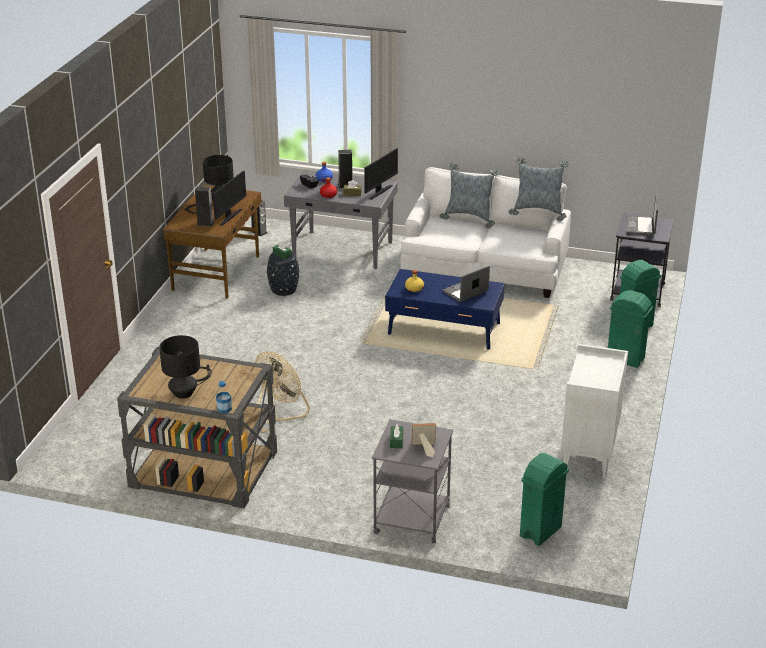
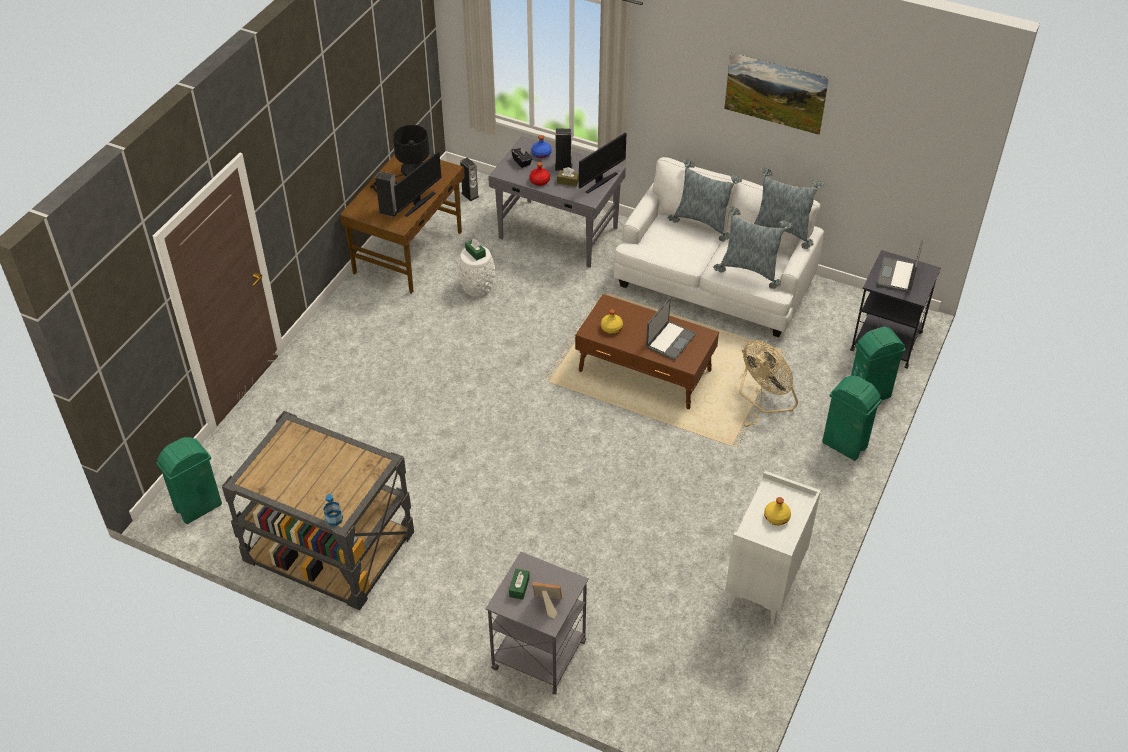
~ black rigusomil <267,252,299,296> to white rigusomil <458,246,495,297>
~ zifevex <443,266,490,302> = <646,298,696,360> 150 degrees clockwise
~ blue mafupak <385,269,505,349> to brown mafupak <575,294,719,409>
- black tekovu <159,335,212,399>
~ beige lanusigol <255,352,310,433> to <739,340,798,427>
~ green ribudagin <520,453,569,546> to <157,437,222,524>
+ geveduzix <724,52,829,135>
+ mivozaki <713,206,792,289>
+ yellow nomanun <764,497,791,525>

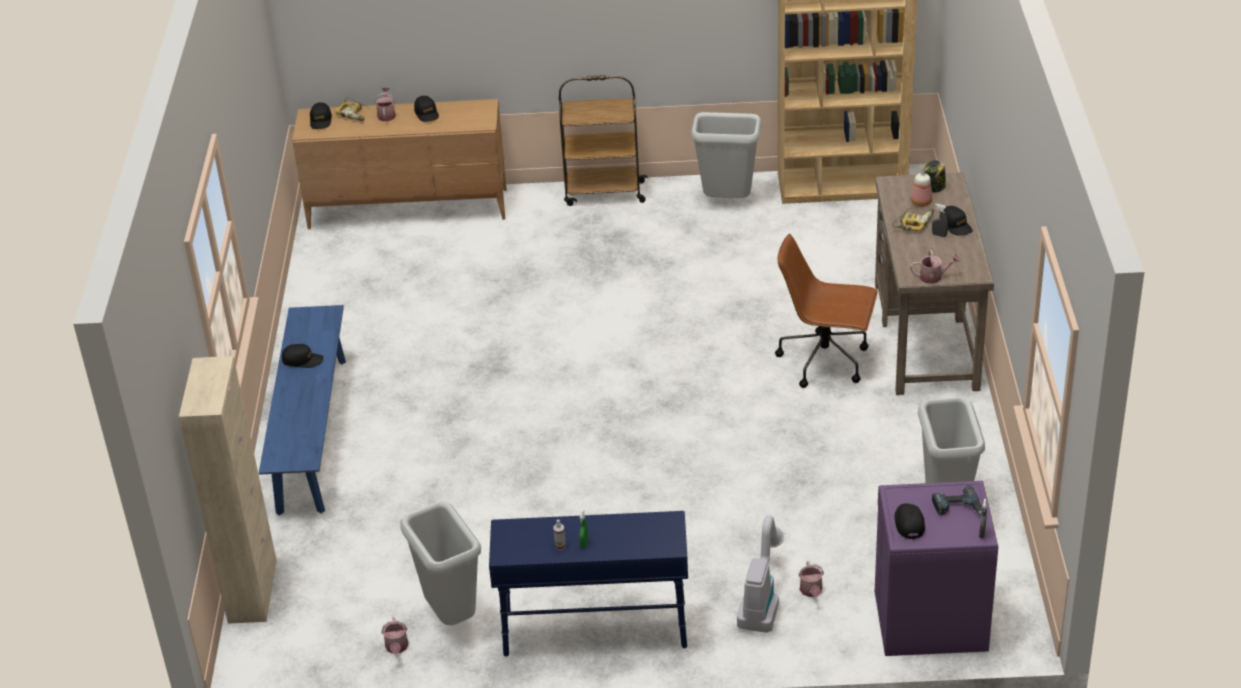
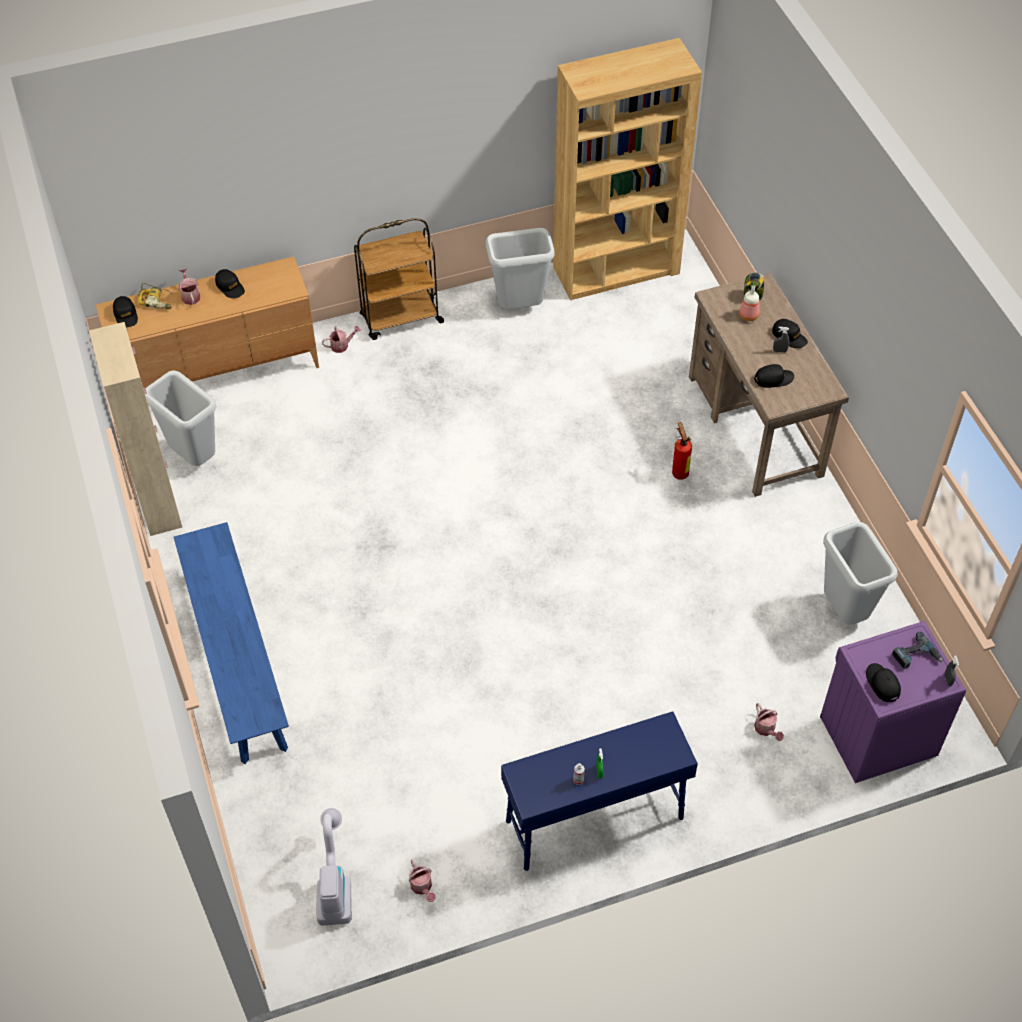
- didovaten <892,208,934,231>
~ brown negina <775,234,878,388> to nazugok <672,422,692,480>
~ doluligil <910,250,960,284> to <322,326,361,353>
~ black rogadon <282,344,324,368> to <754,364,794,388>
~ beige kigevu <179,356,277,624> to <89,322,182,536>
~ grey ribudagin <400,502,481,625> to <145,370,217,466>
~ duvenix <737,515,784,633> to <316,808,352,926>

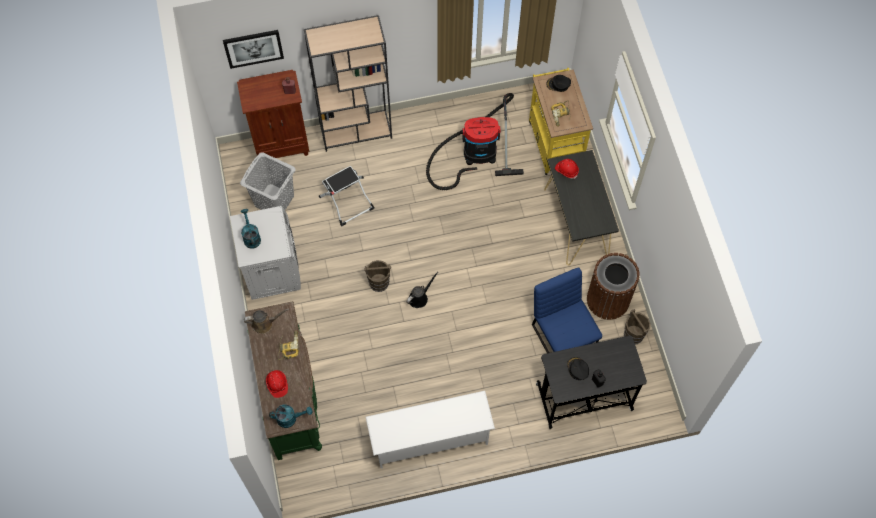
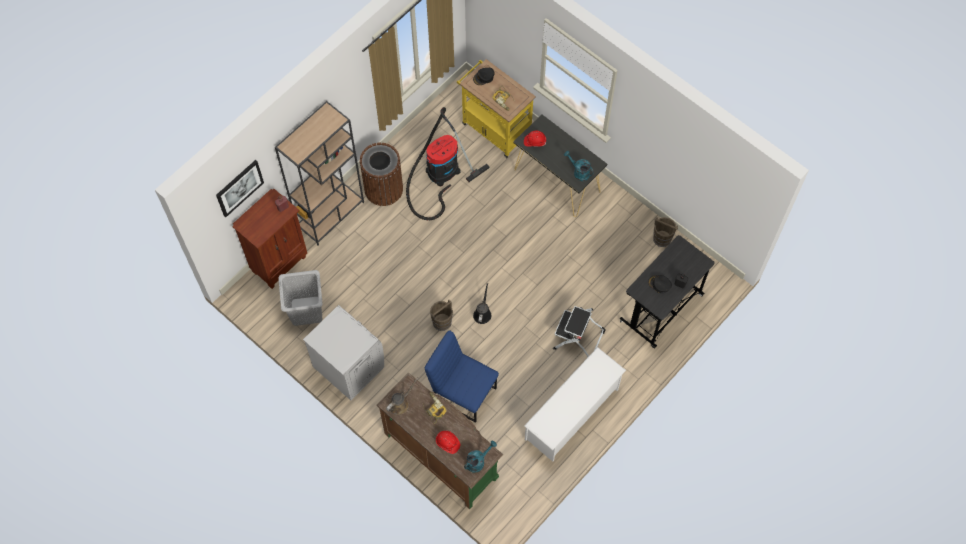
~ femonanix <319,166,375,227> to <553,306,606,357>
~ turquoise doluligil <241,209,261,249> to <564,151,594,181>
~ brown ribudagin <587,253,640,320> to <360,142,403,206>
~ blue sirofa <532,268,602,353> to <425,330,499,423>

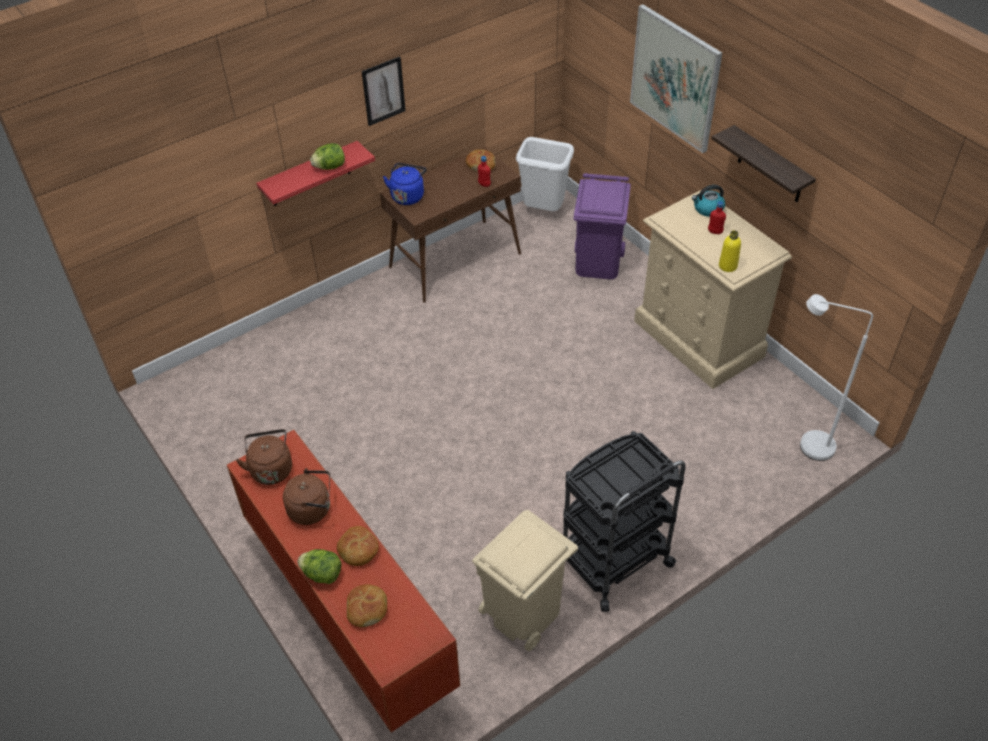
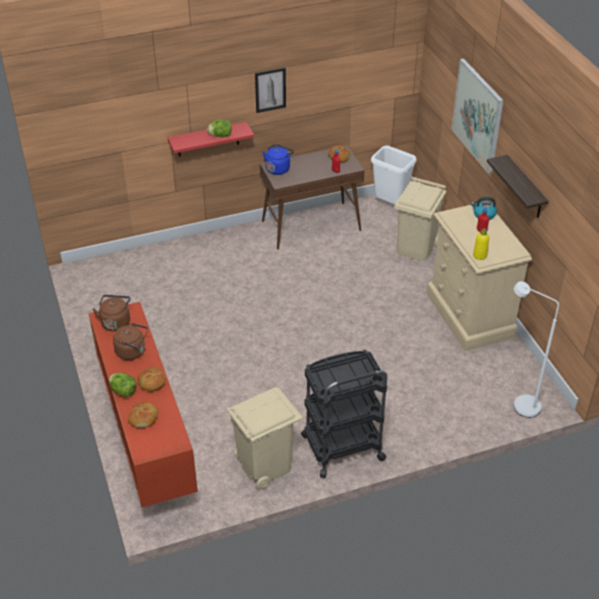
~ purple ribudagin <574,173,631,279> to beige ribudagin <394,177,446,261>

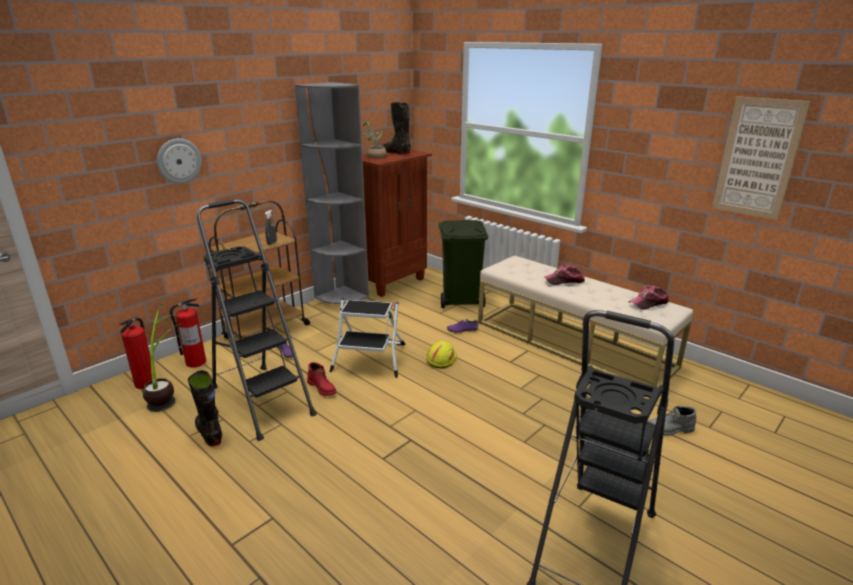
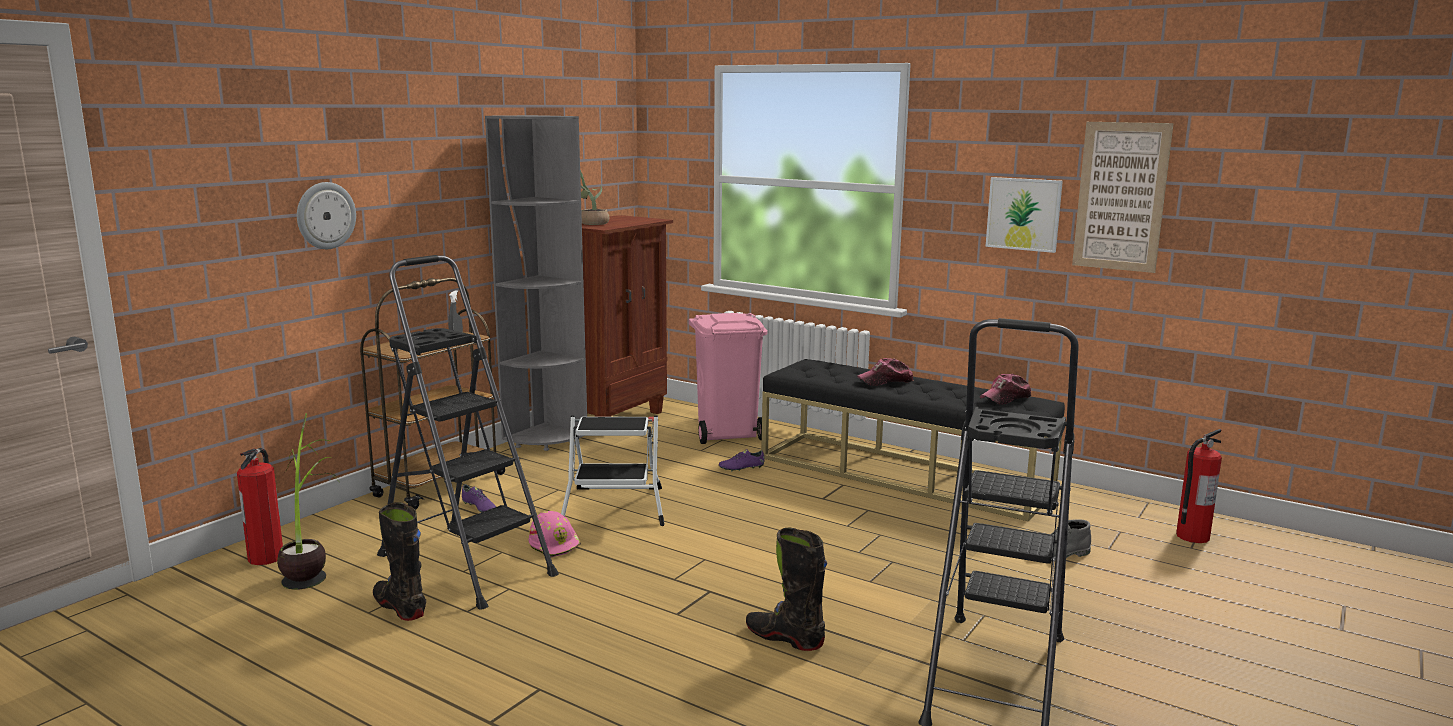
~ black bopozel <383,102,411,155> to <746,528,827,651>
~ green ribudagin <439,220,488,308> to pink ribudagin <689,313,768,444>
~ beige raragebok <478,255,693,387> to black raragebok <761,359,1065,521>
~ nazugok <170,298,206,367> to <1176,429,1222,543>
- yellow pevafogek <426,341,457,368>
~ red bopozel <307,362,336,396> to pink pevafogek <528,511,581,558>
+ geveduzix <985,177,1063,253>

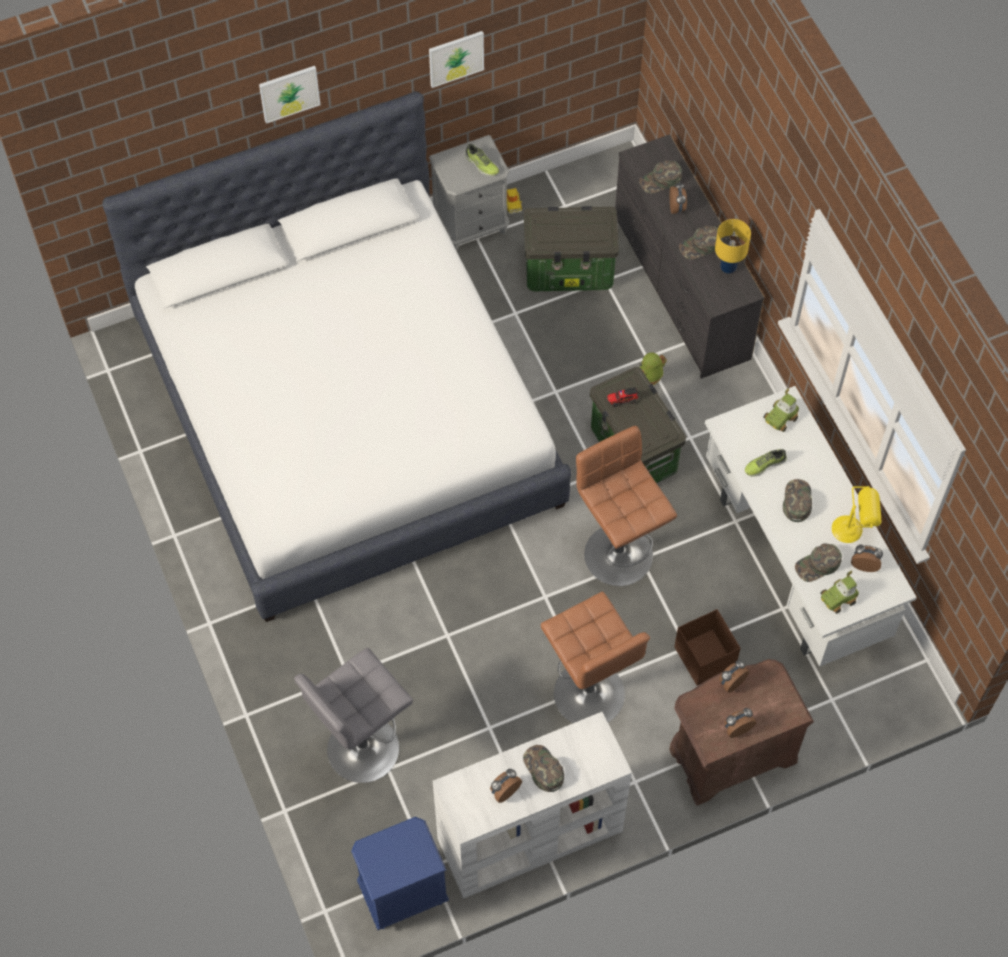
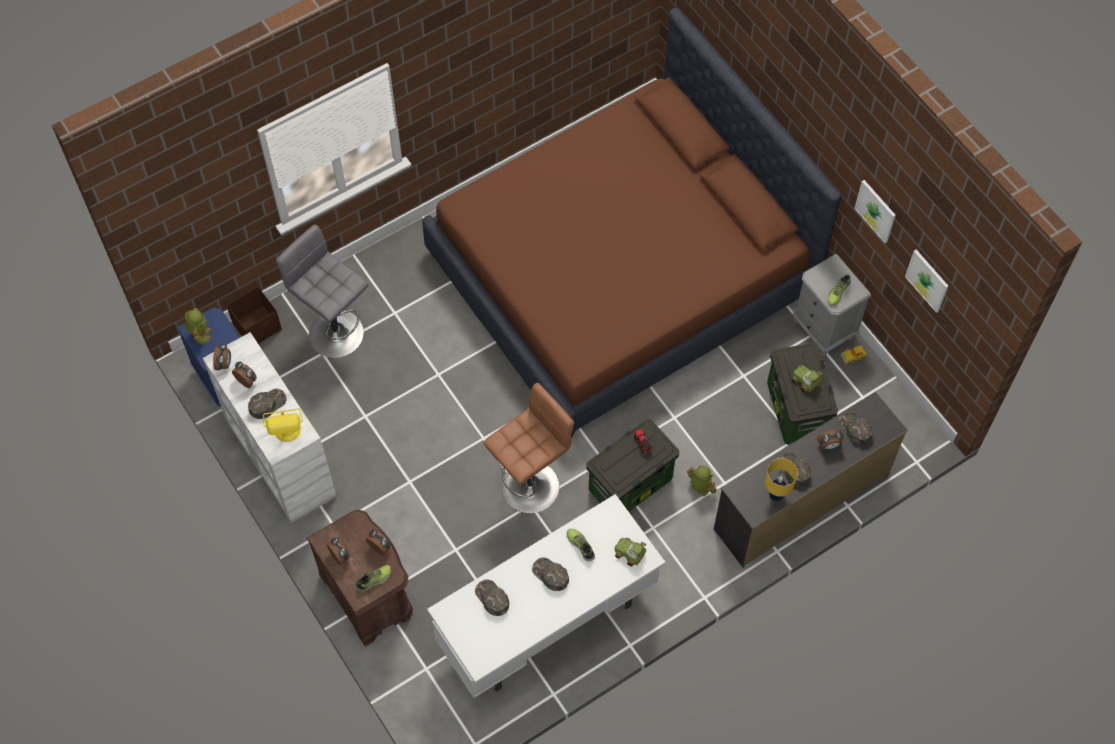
~ geveduzix <259,66,321,124> to <905,250,948,313>
~ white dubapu <102,91,571,622> to brown dubapu <422,8,842,438>
~ green rogadon <783,479,812,522> = <532,557,569,591> 135 degrees counterclockwise
~ yellow tekovu <832,486,881,543> to <263,408,303,442>
~ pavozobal <851,544,883,572> to <213,343,231,370>
~ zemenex <820,570,859,614> to <792,365,822,393>
- brown rigusomil <541,592,650,723>
~ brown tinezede <674,609,741,685> to <227,286,282,344>
+ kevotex <185,308,212,346>
+ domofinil <355,565,391,592>

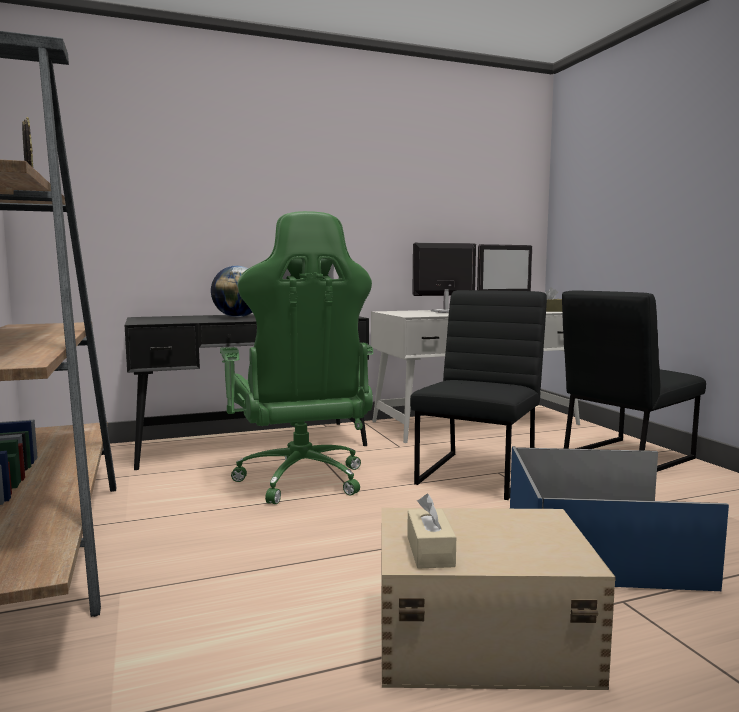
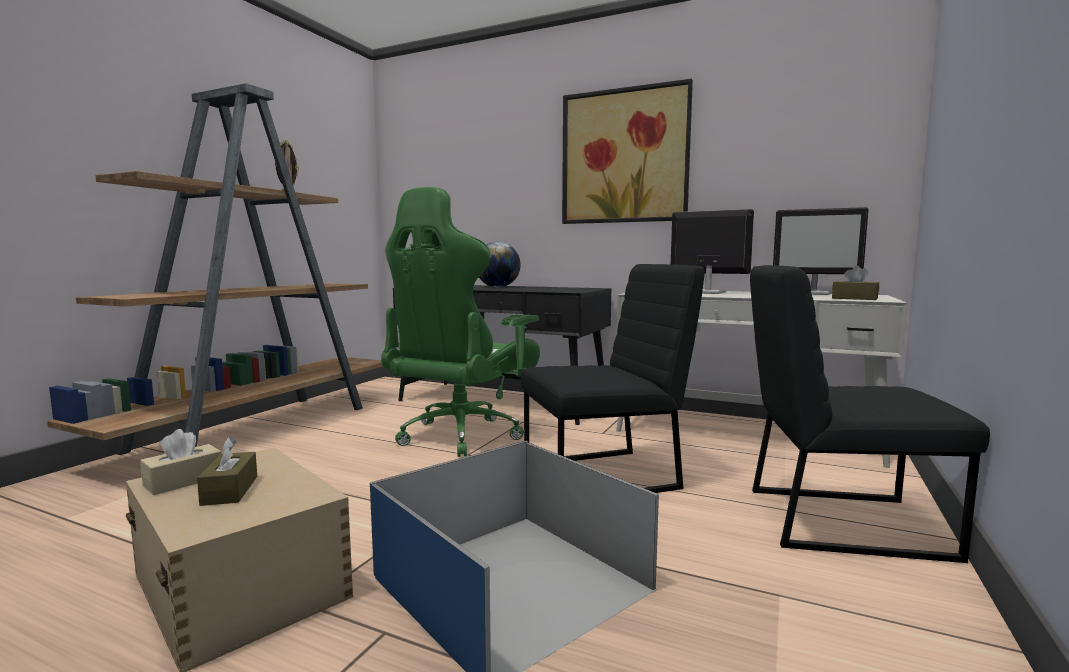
+ geveduzix <562,79,693,224>
+ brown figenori <197,437,257,506>

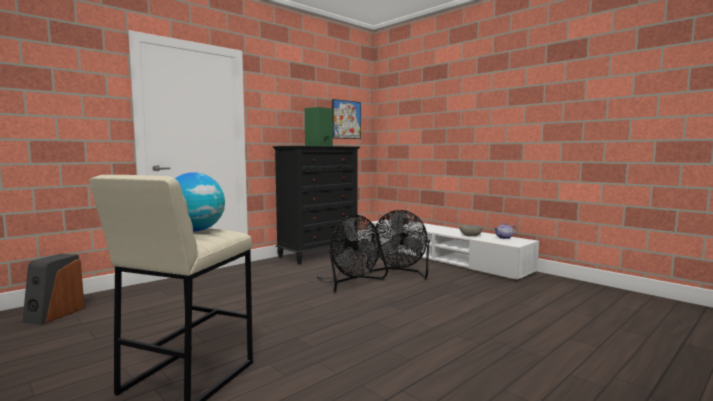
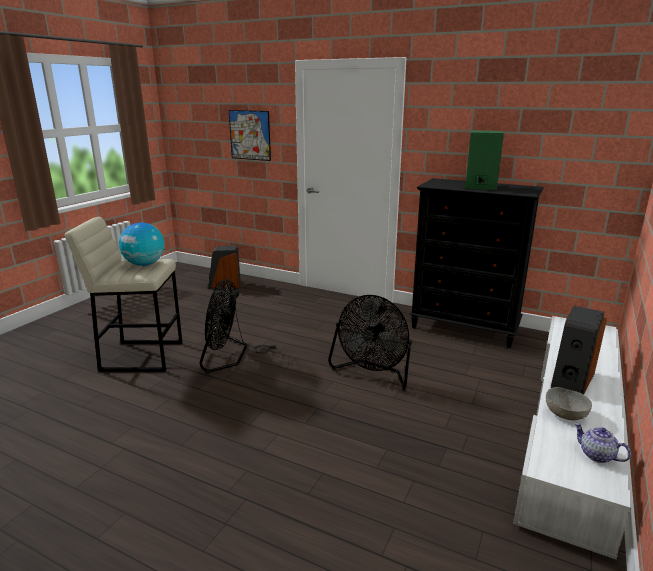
~ geveduzix <332,99,361,139> to <229,110,271,161>
~ black lanusigol <366,210,430,280> to <200,279,276,374>
+ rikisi <551,306,607,395>

